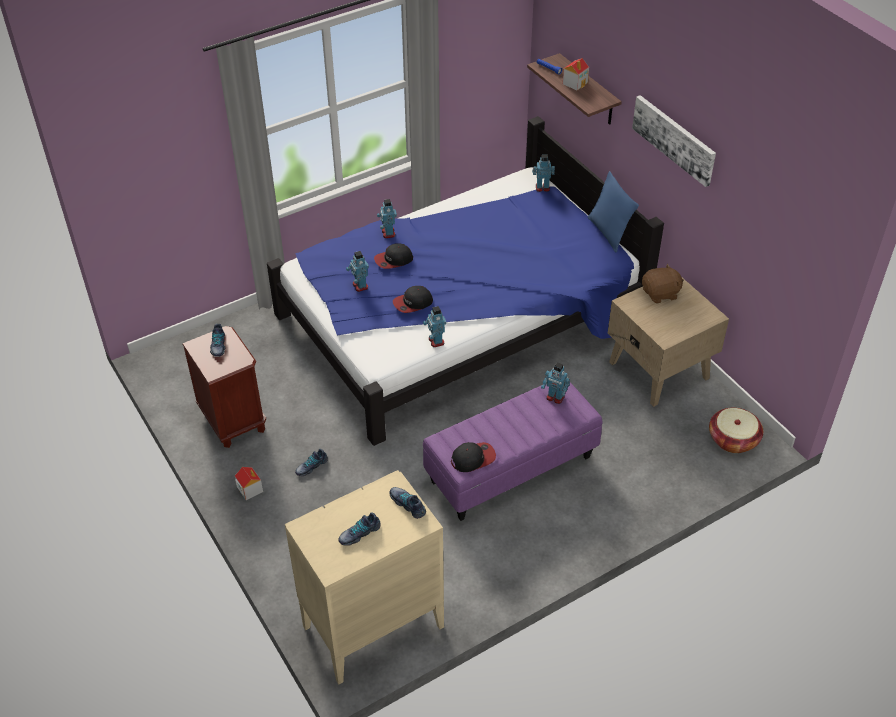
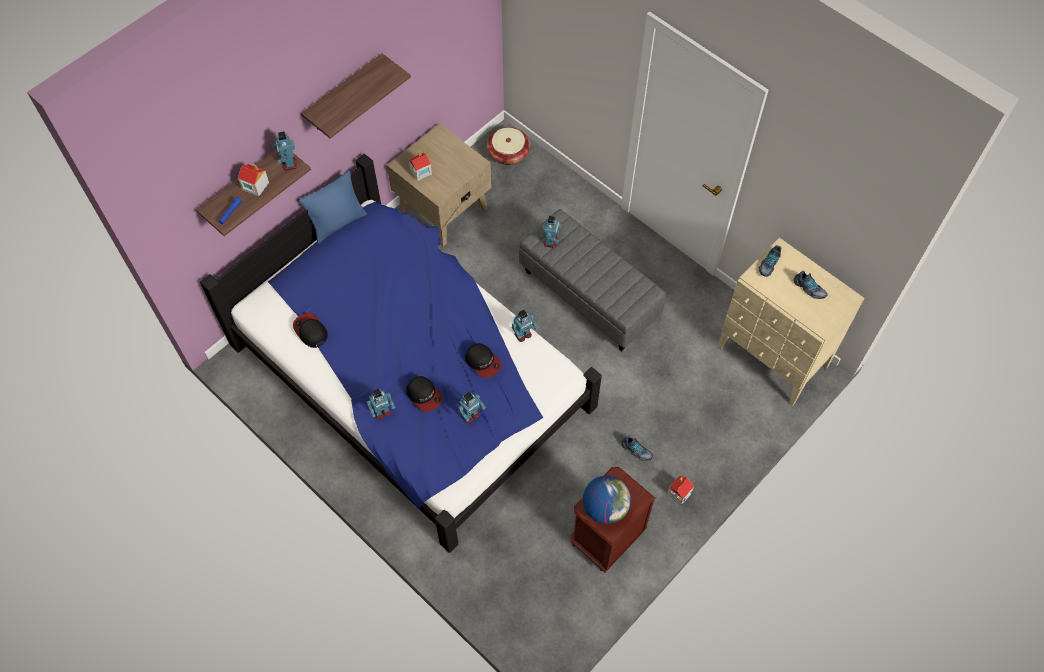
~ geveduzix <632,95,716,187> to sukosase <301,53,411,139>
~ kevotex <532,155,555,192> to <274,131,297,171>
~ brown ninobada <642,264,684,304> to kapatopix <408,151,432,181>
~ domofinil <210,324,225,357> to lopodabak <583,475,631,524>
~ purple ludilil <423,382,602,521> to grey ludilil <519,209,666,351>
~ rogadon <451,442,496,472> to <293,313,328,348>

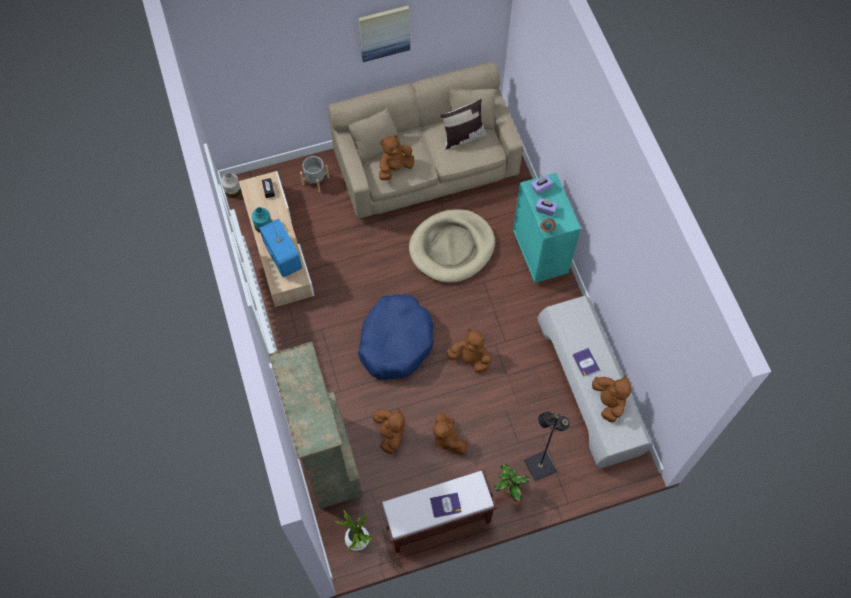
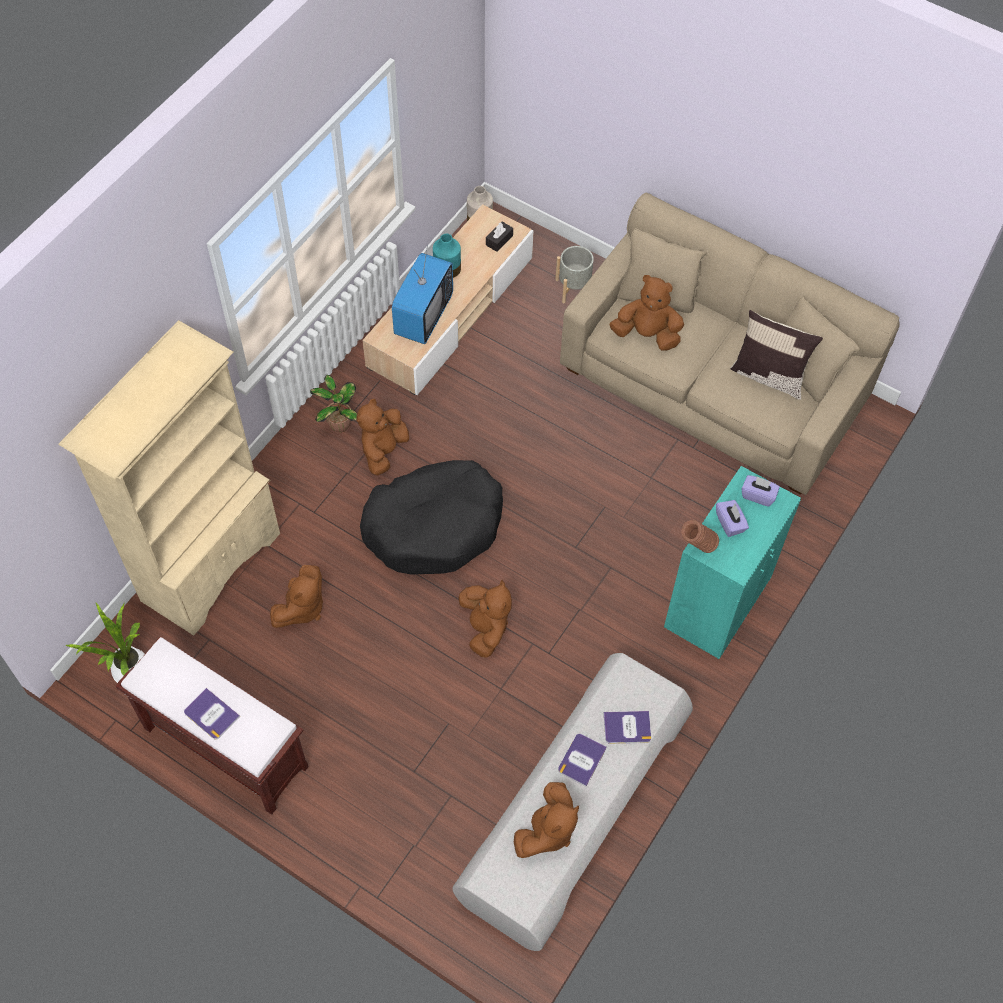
- geveduzix <359,5,410,62>
- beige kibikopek <409,209,495,283>
~ blue kibikopek <358,294,434,380> to black kibikopek <360,460,503,575>
~ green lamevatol <269,342,362,509> to beige lamevatol <58,320,280,636>
- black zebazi <524,411,570,482>
~ brown ninobada <433,412,468,454> to <356,399,409,476>
~ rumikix <494,464,530,501> to <310,375,357,432>
+ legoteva <604,711,651,744>

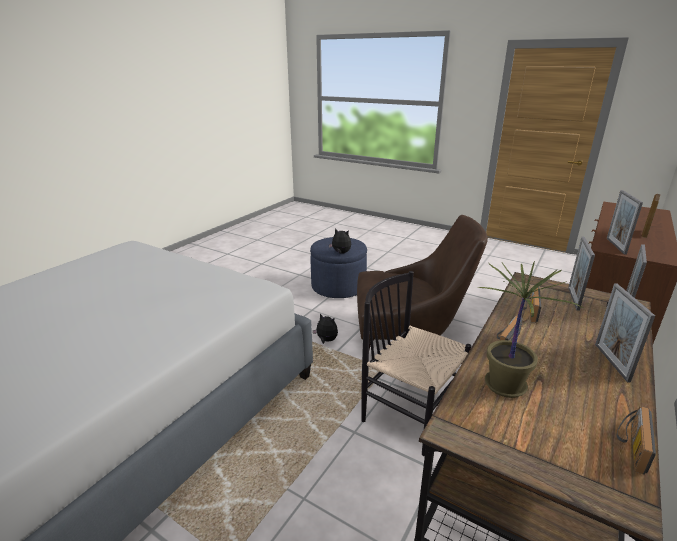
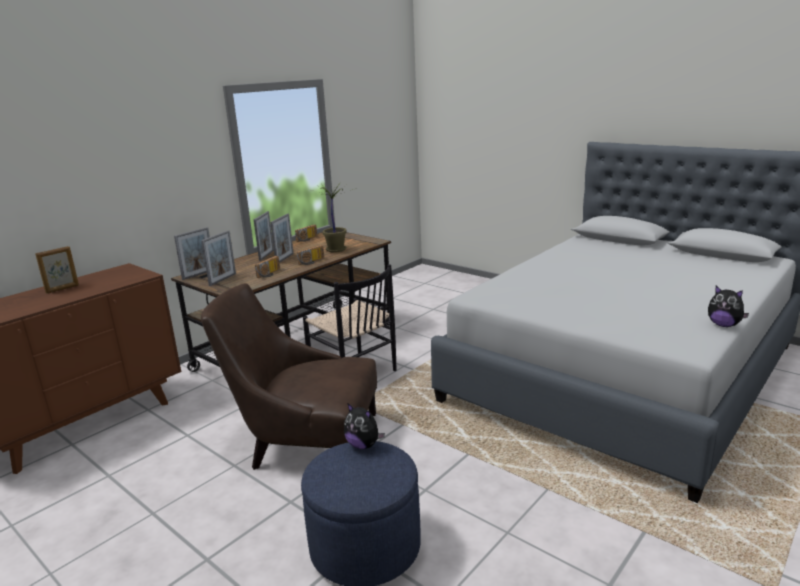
~ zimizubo <607,190,643,255> to <270,214,294,263>
~ ninobada <313,313,338,344> to <708,286,749,327>

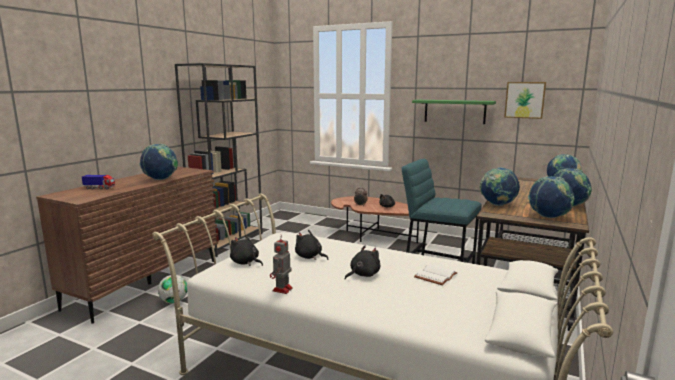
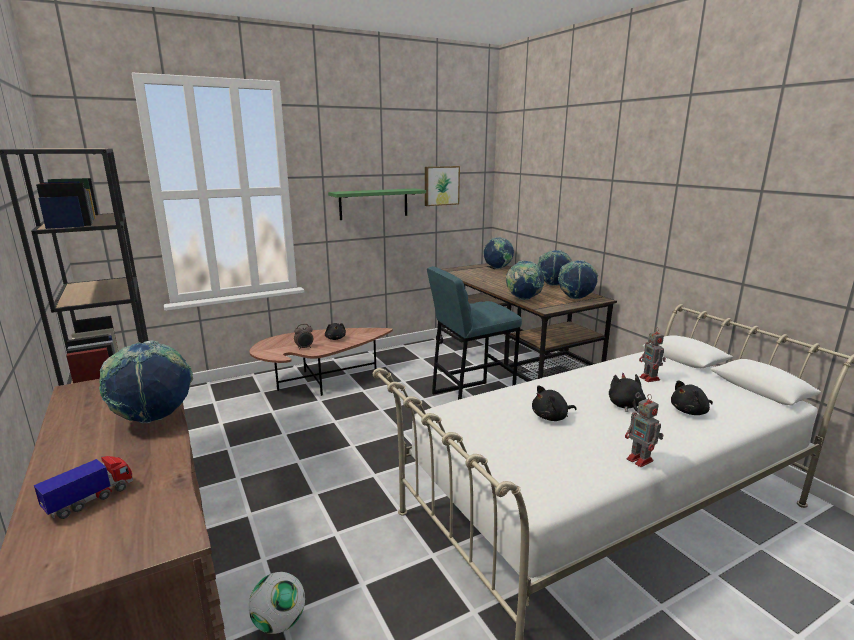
~ black ninobada <230,235,263,266> to <671,380,713,415>
~ white legoteva <414,264,457,285> to kevotex <639,327,666,382>

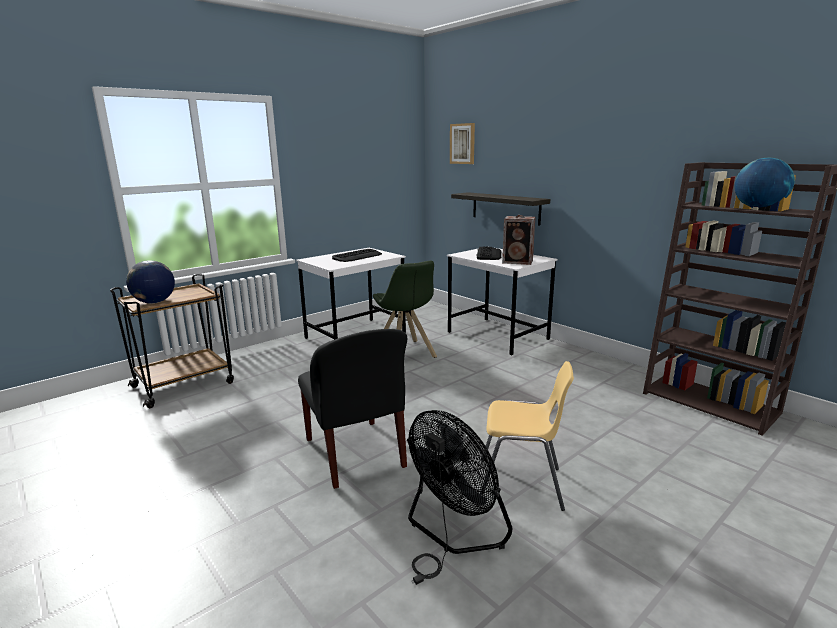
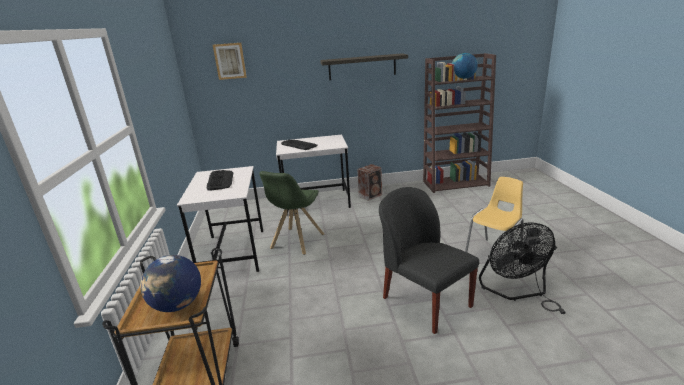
~ sukosase <451,192,550,226> to <320,53,408,80>
~ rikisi <502,215,535,265> to <357,164,382,201>
~ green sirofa <373,260,437,358> = <259,171,324,255> 105 degrees clockwise
~ black sirofa <298,329,407,489> = <379,187,479,334> 135 degrees counterclockwise

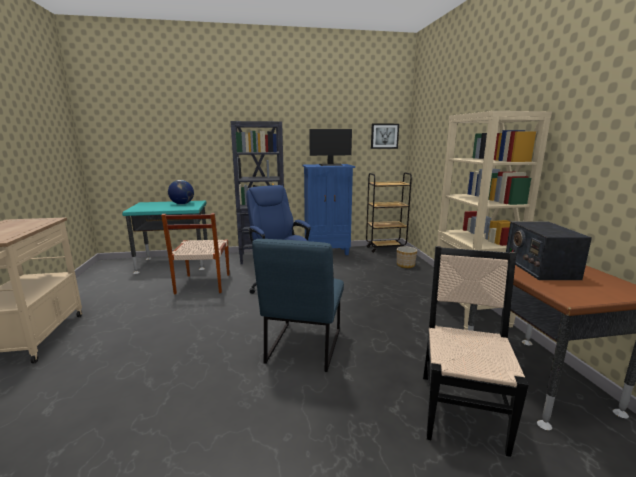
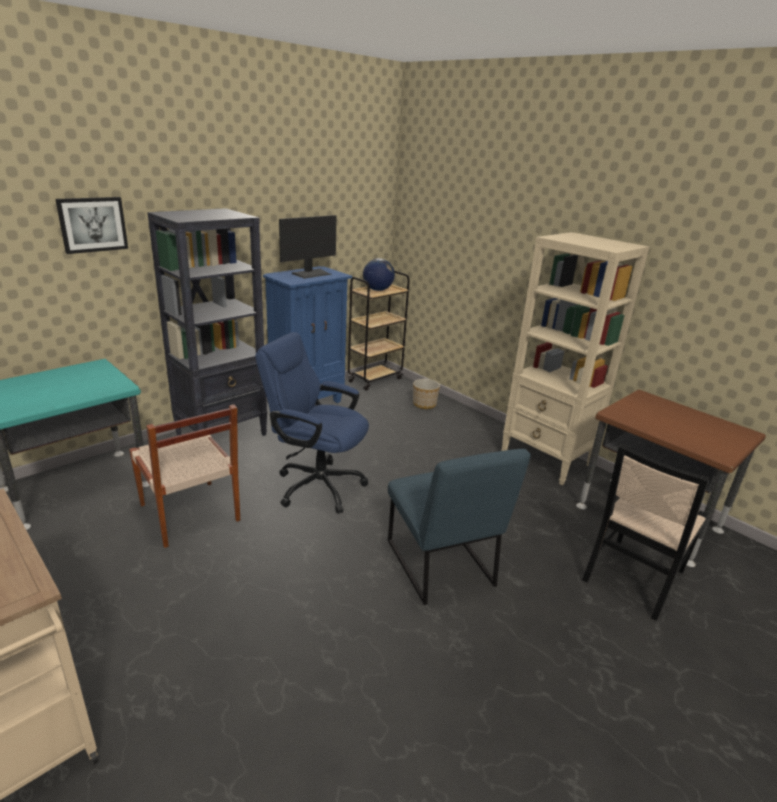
~ geveduzix <371,123,399,149> to <55,197,128,254>
~ lopodabak <168,180,194,205> to <363,258,395,291>
- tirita <506,221,592,280>
~ sirofa <423,246,529,457> = <582,444,710,621> 120 degrees counterclockwise

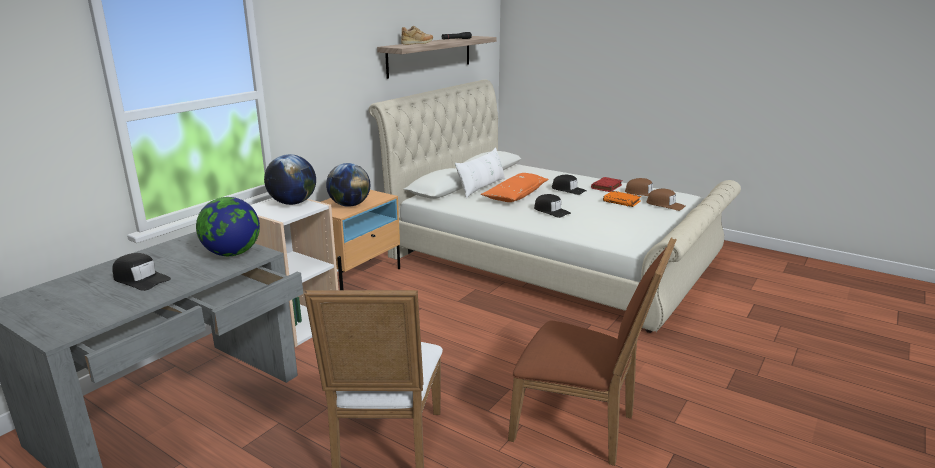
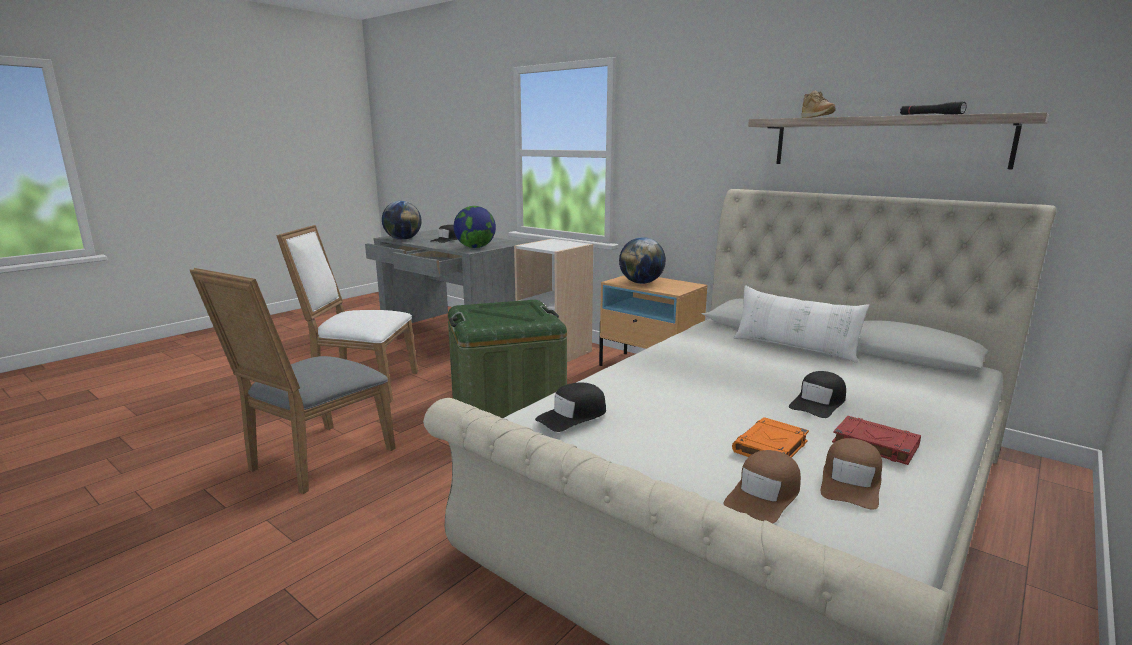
~ lopodabak <264,154,316,205> to <382,201,422,240>
- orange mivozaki <481,173,549,202>
~ black rogadon <534,194,571,218> to <535,382,606,432>
~ brown sirofa <508,237,676,466> to grey sirofa <190,268,396,494>
+ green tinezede <448,300,567,418>

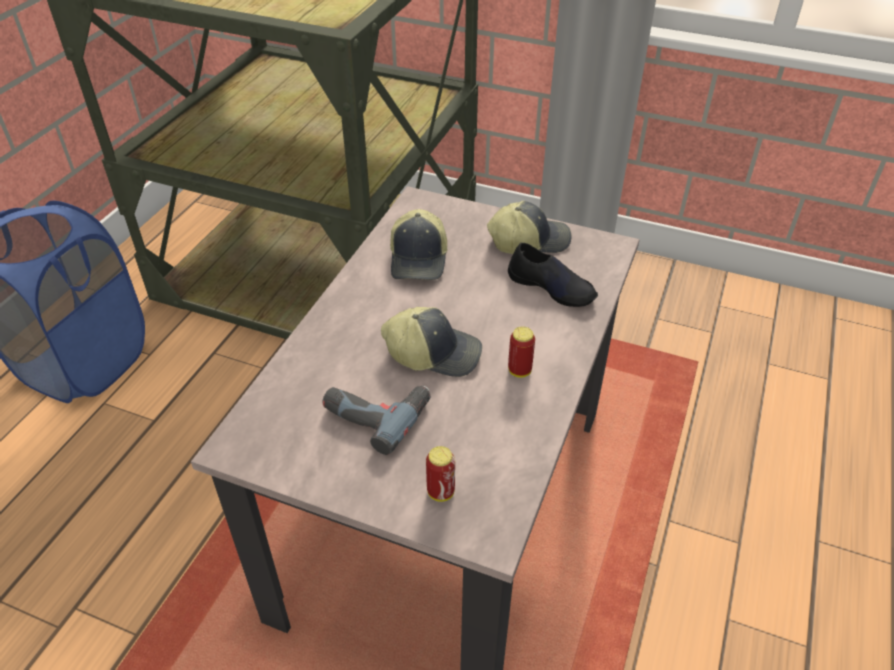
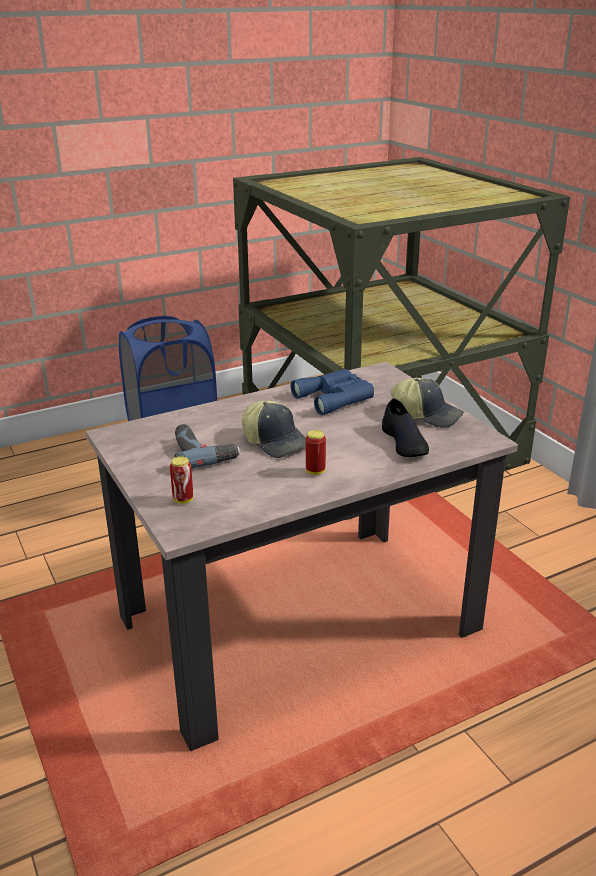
~ rogadon <390,209,448,280> to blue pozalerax <291,369,374,415>

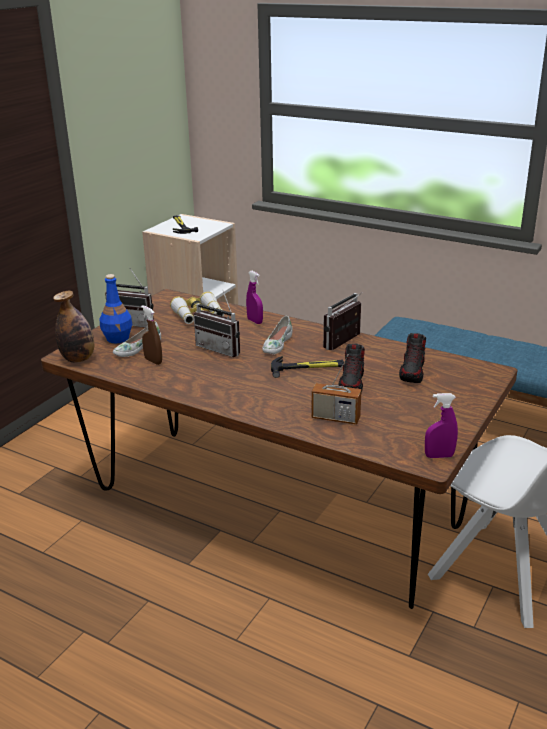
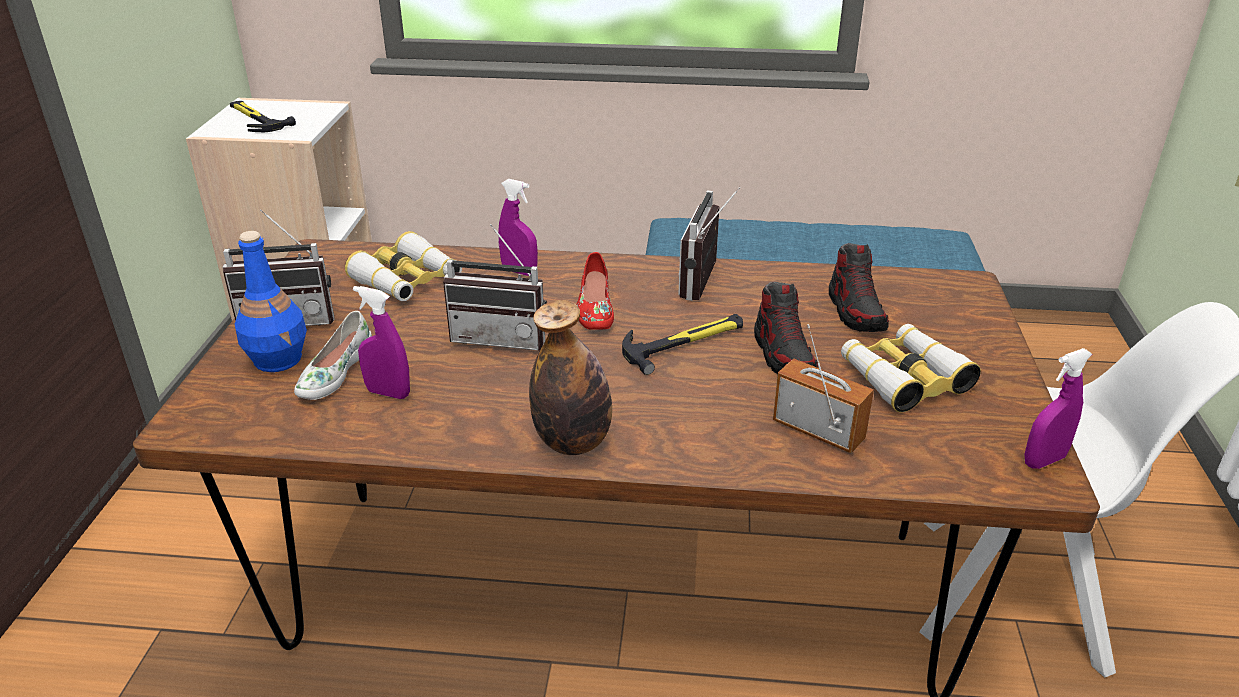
~ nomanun <53,291,94,363> to <529,300,612,455>
~ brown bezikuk <141,305,162,365> to purple bezikuk <353,286,410,399>
~ white domofinil <262,316,293,354> to red domofinil <576,252,614,330>
~ tirita <311,354,361,424> = <773,324,874,453> 135 degrees counterclockwise
+ pozalerax <841,324,981,412>

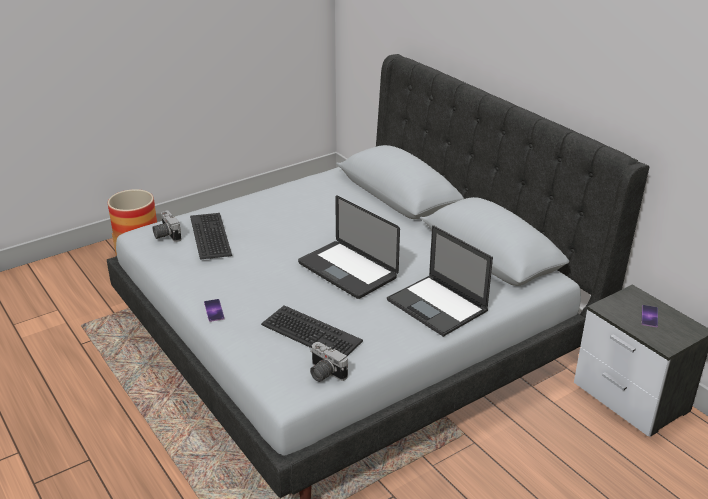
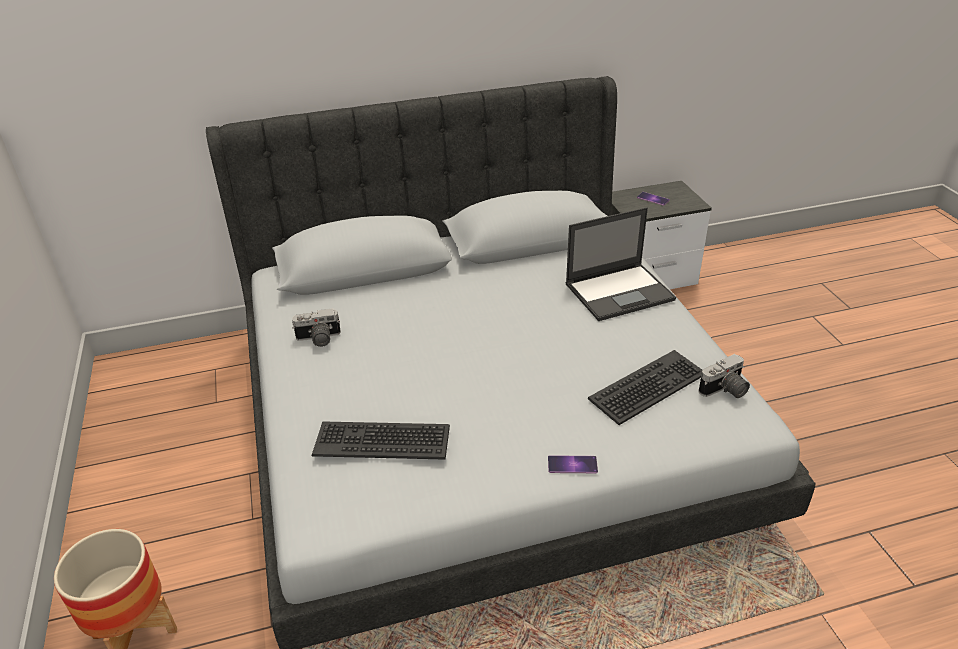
- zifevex <298,195,400,299>
~ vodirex <153,211,182,242> to <292,308,341,347>

